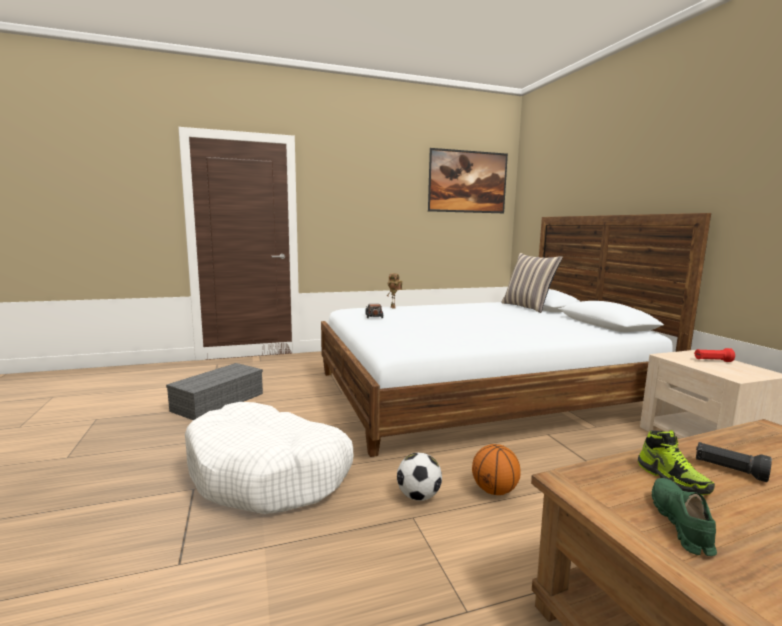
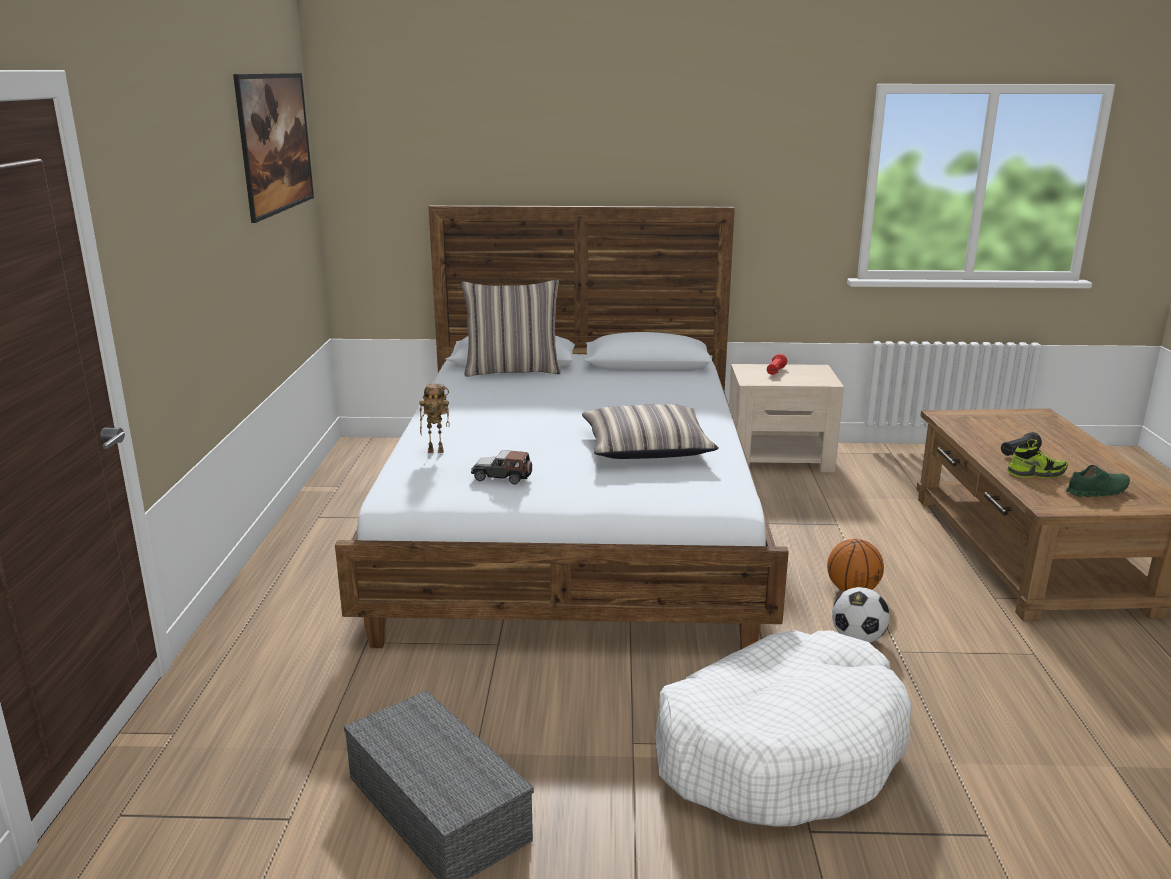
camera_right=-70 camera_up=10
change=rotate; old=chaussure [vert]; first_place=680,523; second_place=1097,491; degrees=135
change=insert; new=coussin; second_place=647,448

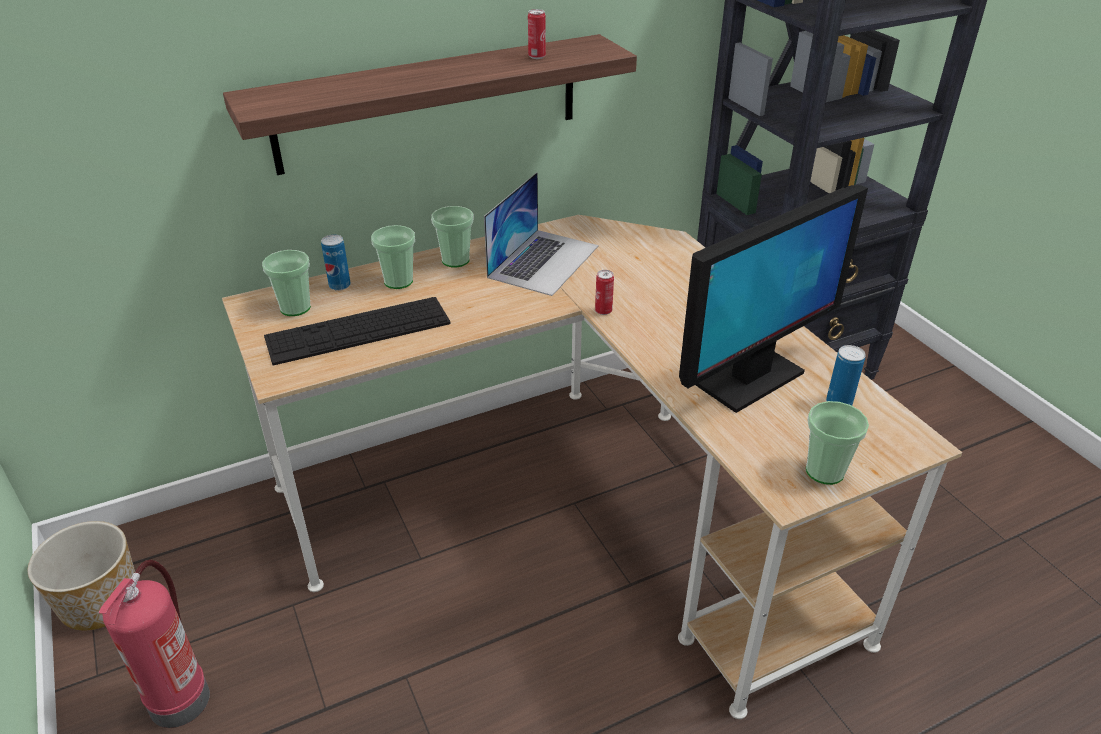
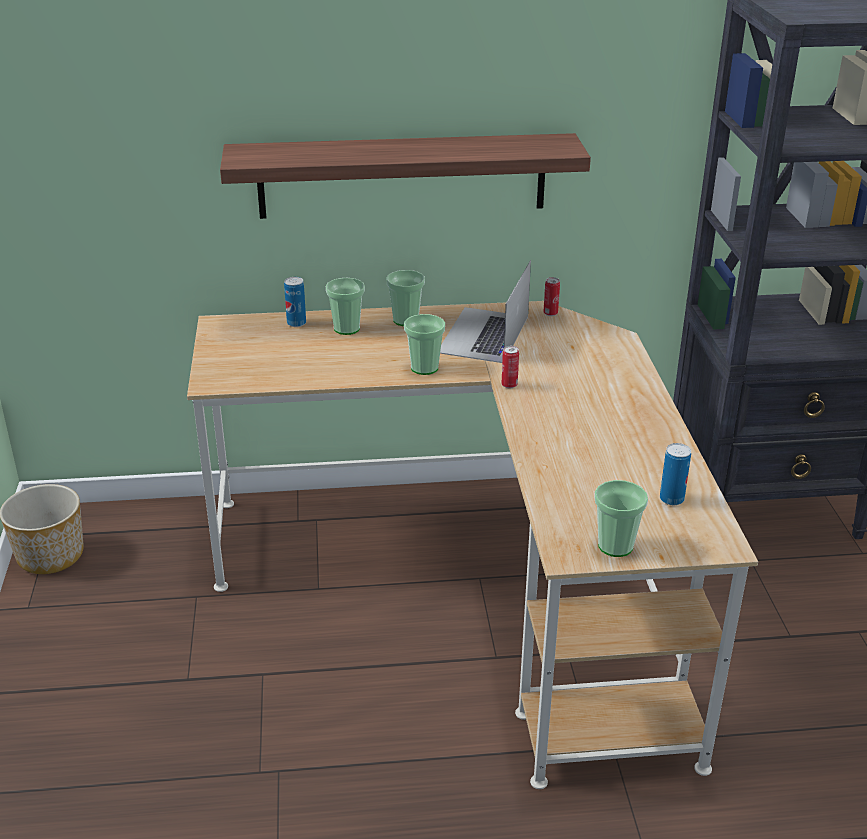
camera_right=20 camera_up=-5
change=move; old=boîte métallique; first_place=537,57; second_place=550,313
change=rotate; old=ordinateur portable; first_place=544,261; second_place=484,334; degrees=150
change=delete; old=écran d'ordinateur; first_place=749,379
change=move; old=tasse; first_place=295,308; second_place=424,368
change=delete; old=clavier; first_place=358,330
change=delete; old=extincteur; first_place=179,697

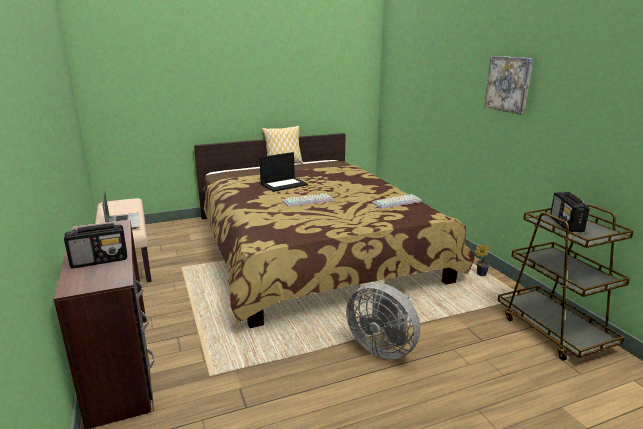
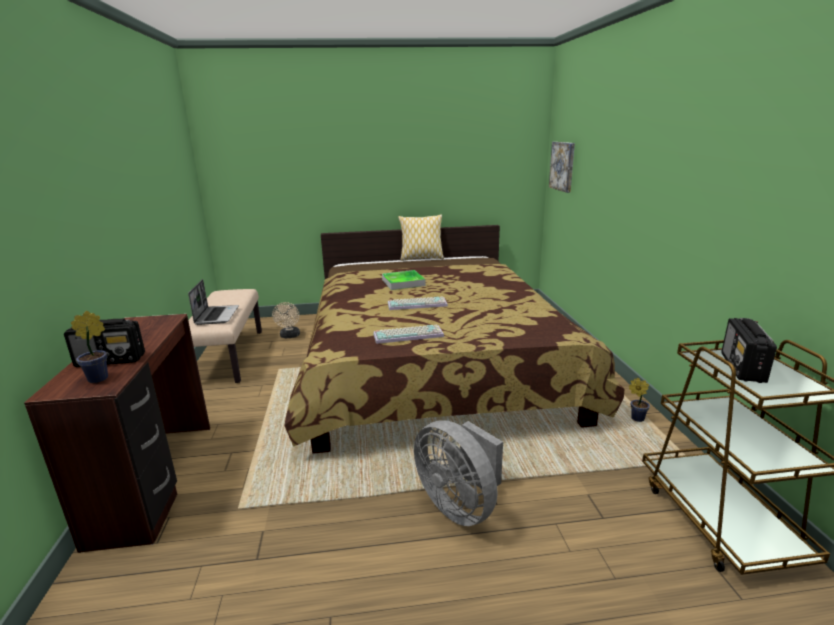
camera_right=15 camera_up=0
change=move; old=tableau; first_place=508,84; second_place=563,166
change=replace; old=ordinateur portable; new=plateau; first_place=284,184; second_place=403,283
change=move; old=clavier; first_place=397,202; second_place=409,334
change=insert; new=ventilateur [beige]; second_place=289,336
change=insert; new=plante en pot; second_place=101,378

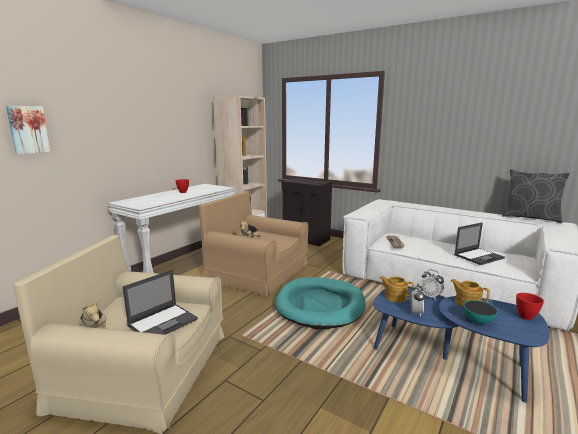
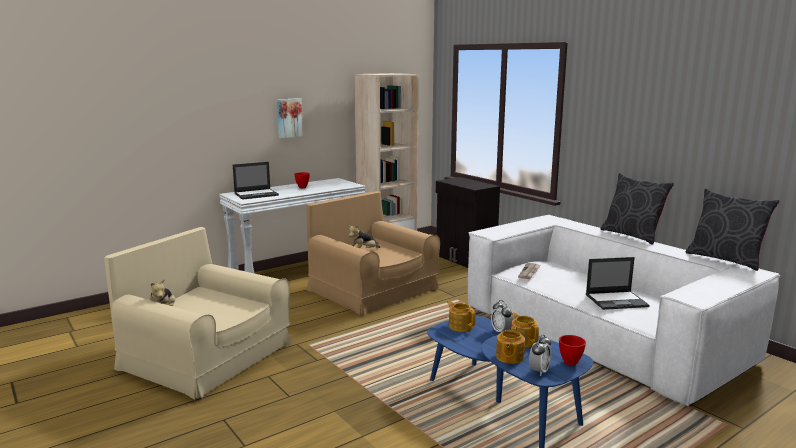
camera_right=20 camera_up=0
change=move; old=tableau; first_place=28,129; second_place=289,118
change=move; old=ordinateur portable; first_place=163,322; second_place=257,194
change=delete; old=panier pour chien [turquoise]; first_place=320,305
change=move; old=réveil; first_place=415,313; second_place=539,371
change=replace; old=bol; new=théière; first_place=478,321; second_place=509,357
change=insert; new=coussin [gris]; second_place=632,235

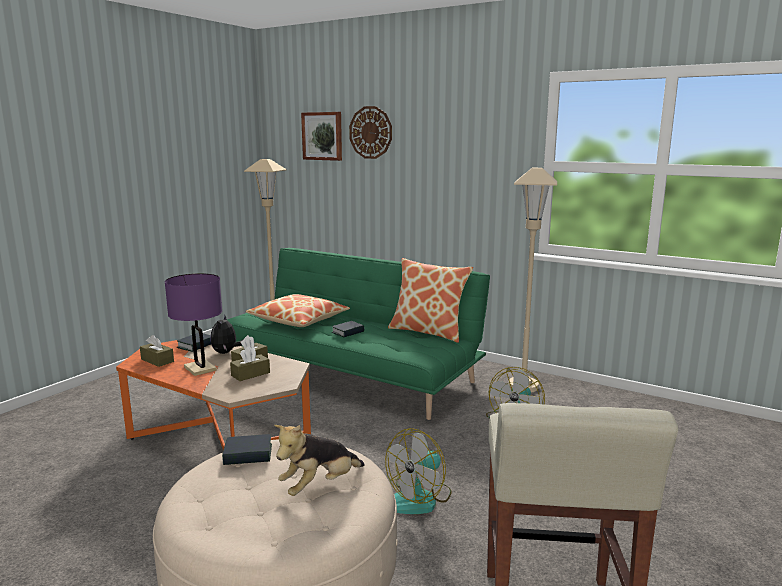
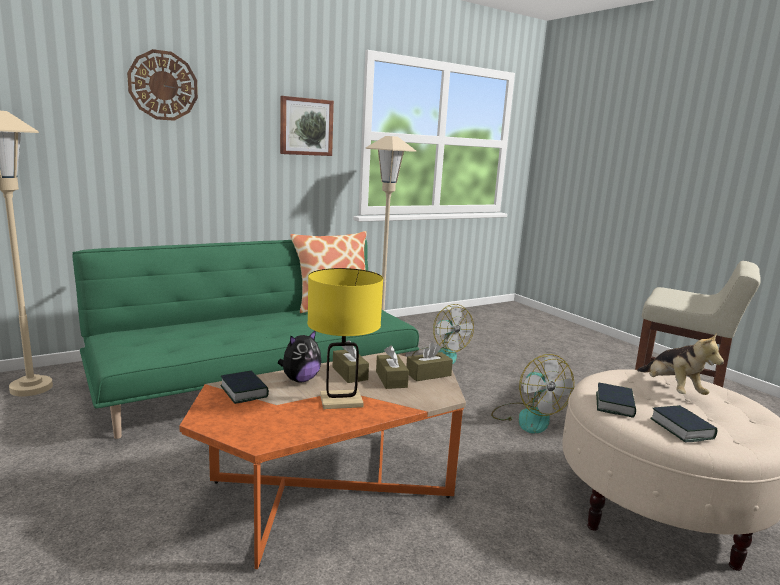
camera_right=-65 camera_up=0
change=move; old=tableau; first_place=322,136; second_place=306,127
change=recolor; old=lampe de table [violet]; new=lampe de table [jaune]; first_place=200,368; second_place=341,401
change=delete; old=coussin; first_place=298,320
change=rotate; old=peluche; first_place=226,352; second_place=300,380; degrees=-75
change=move; old=livre; first_place=348,332; second_place=681,429
change=move; old=boîte à mouchoirs [marron]; first_place=157,360; second_place=428,374

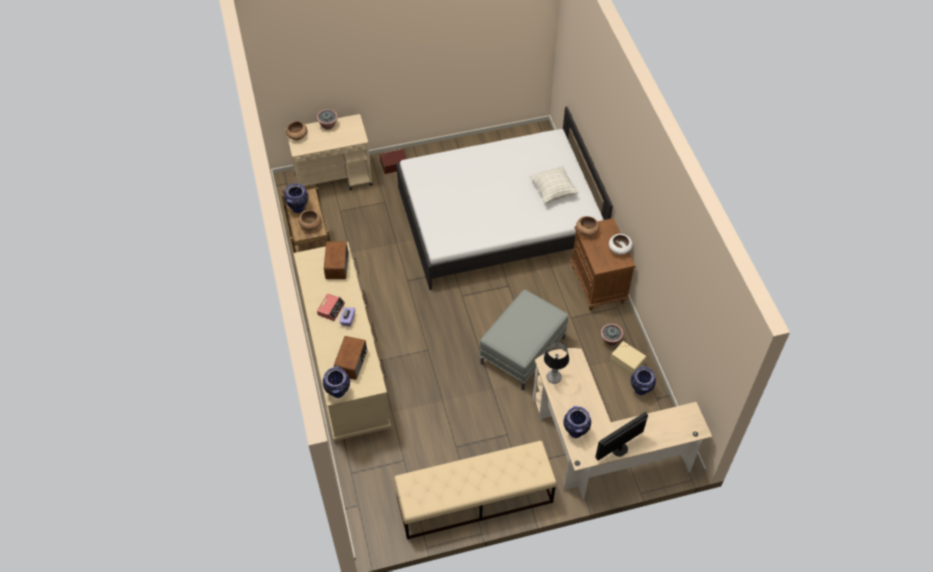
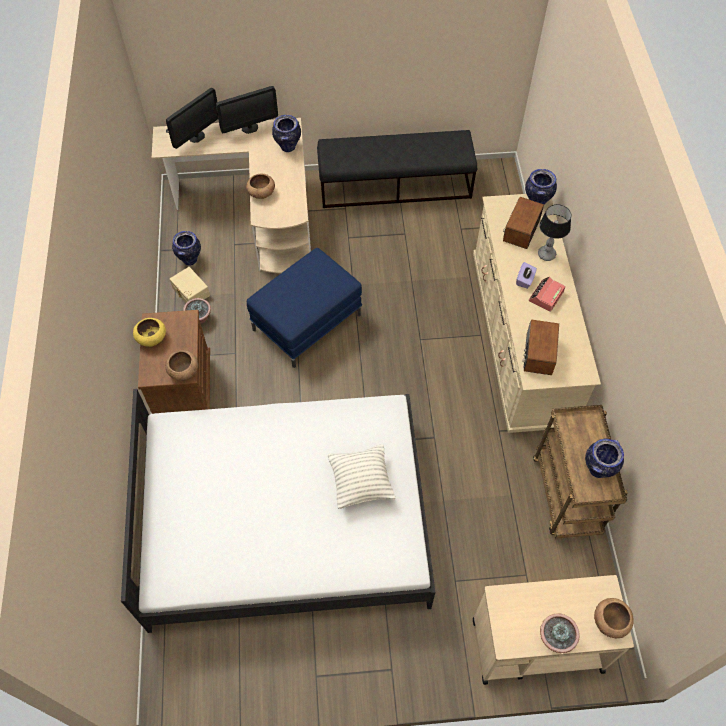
camera_right=-170 camera_up=5
change=delete; old=boîte de rangement [marron]; first_place=393,164
change=move; old=coussin; first_place=553,191; second_place=361,482
change=move; old=bol [marron]; first_place=311,225; second_place=261,193
change=recolor; old=bol [blanc]; new=bol [jaune]; first_place=619,249; second_place=151,338
change=recolor; old=pouf [gris]; new=pouf [bleu]; first_place=523,351; second_place=306,321
change=move; old=lampe de table; first_place=554,378; second_place=546,254
change=recolor; old=banc [beige]; new=banc [noir]; first_place=474,500; second_place=395,186
change=insert; new=écran d'ordinateur; second_place=196,136

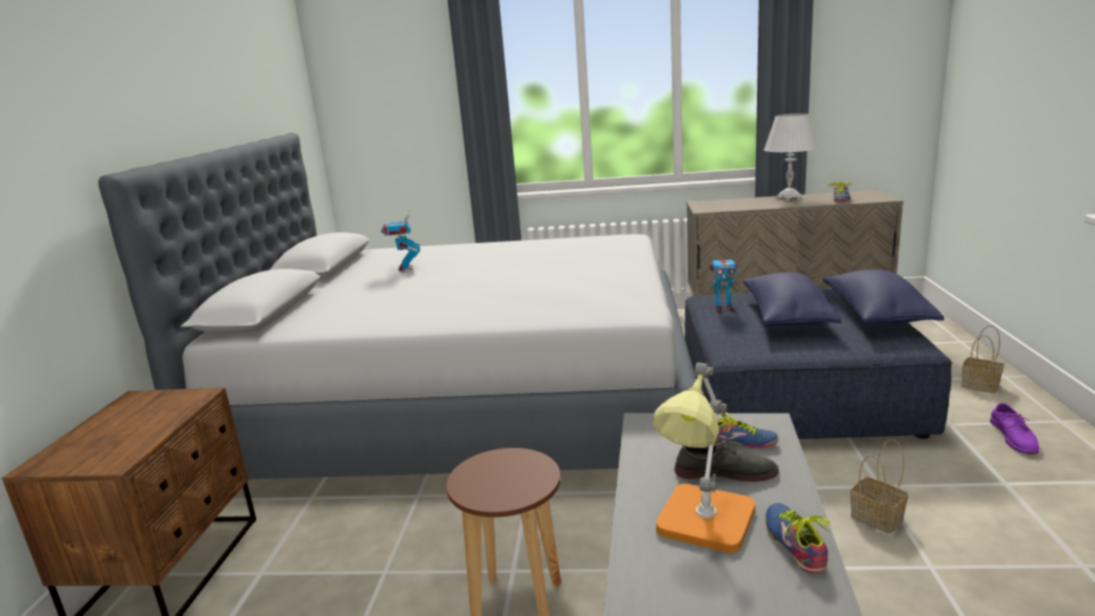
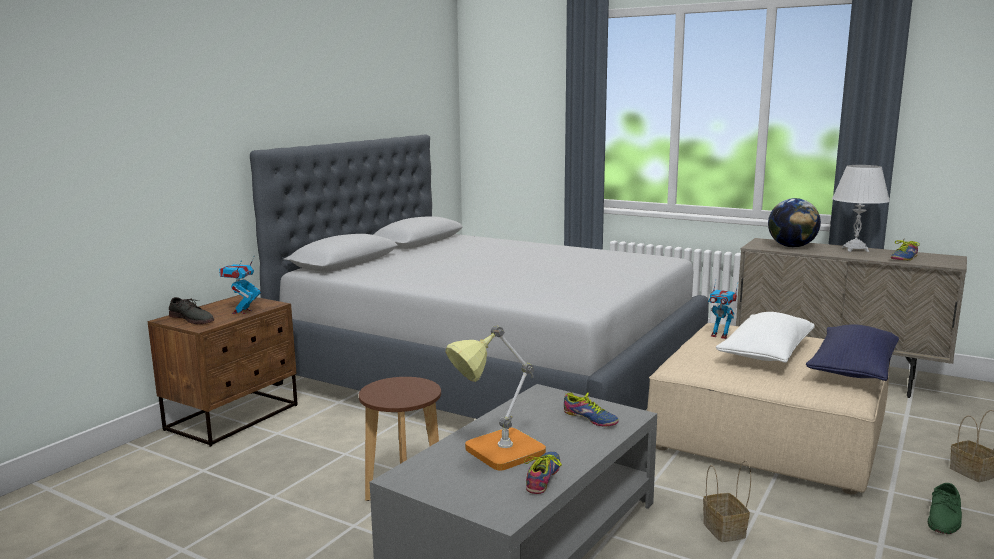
camera_right=25 camera_up=-5
change=move; old=robot jouet; first_place=405,268; second_place=242,312
change=recolor; old=coussin [bleu]; new=coussin [blanc]; first_place=787,317; second_place=765,354
change=recolor; old=pouf [bleu]; new=pouf [beige]; first_place=795,395; second_place=769,433
change=recolor; old=chaussure [violet]; new=chaussure [vert]; first_place=1014,437; second_place=944,517
change=move; old=chaussure [gris]; first_place=725,472; second_place=192,319
change=insert; new=globe; second_place=792,247

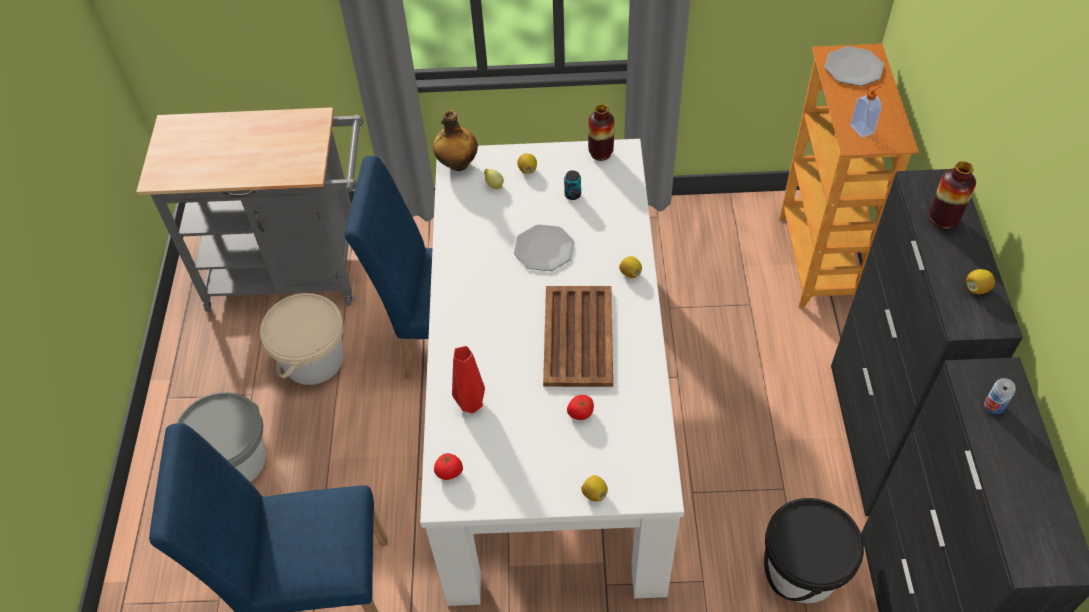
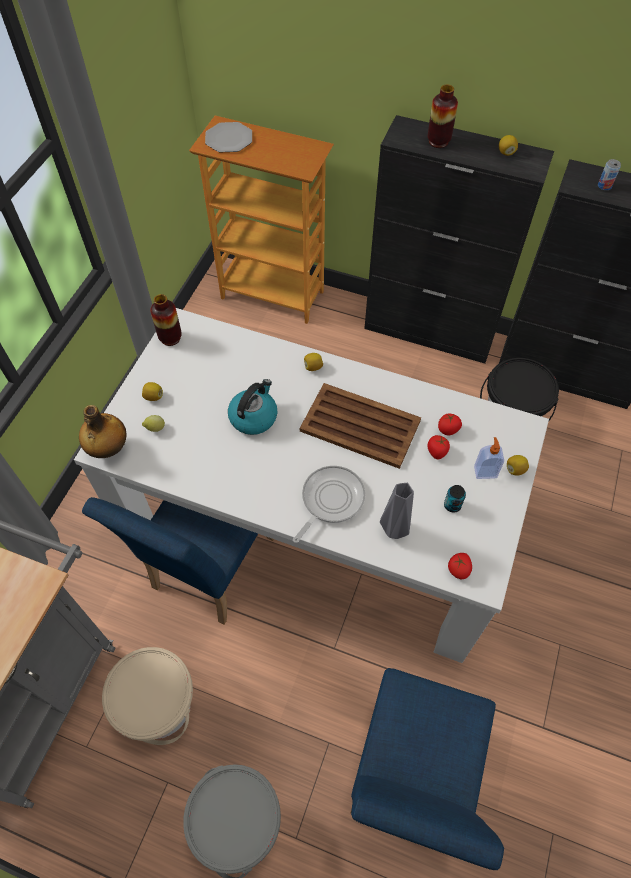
camera_right=-70 camera_up=5
change=move; old=distributeur de savon; first_place=862,129; second_place=485,471
change=move; old=boîte métallique; first_place=572,195; second_place=452,505
change=replace; old=assiette; new=bouilloire; first_place=544,249; second_place=253,417
change=recolor; old=vase [rouge]; new=vase [gris]; first_place=470,403; second_place=393,529
change=insert; new=tomate; second_place=448,429
change=insert; new=poêle; second_place=330,500

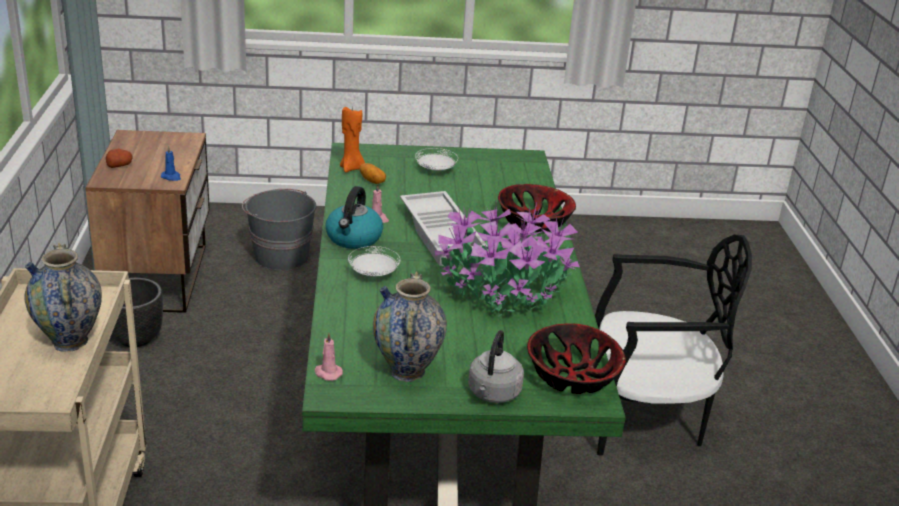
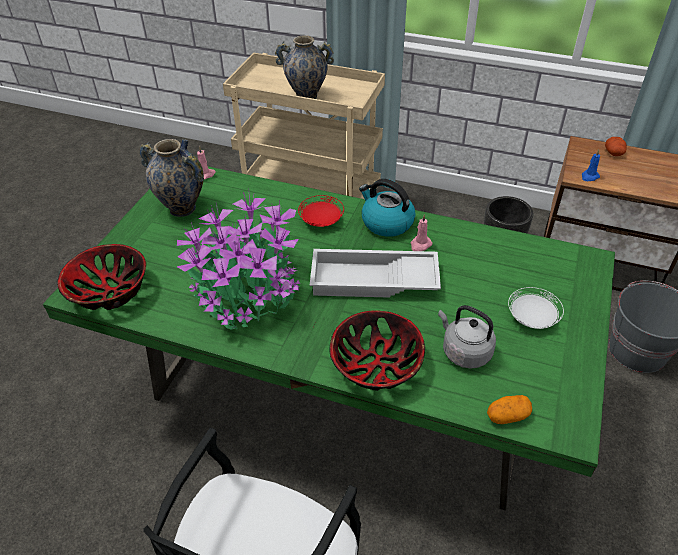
camera_right=115 camera_up=15
change=delete; old=bougie [orange]; first_place=352,168
change=move; old=pomme de terre; first_place=372,181; second_place=507,416
change=recolor; old=assiette [blanc]; new=assiette [rouge]; first_place=373,274; second_place=321,221
change=move; old=bouilloire [gris]; first_place=493,394; second_place=464,351

